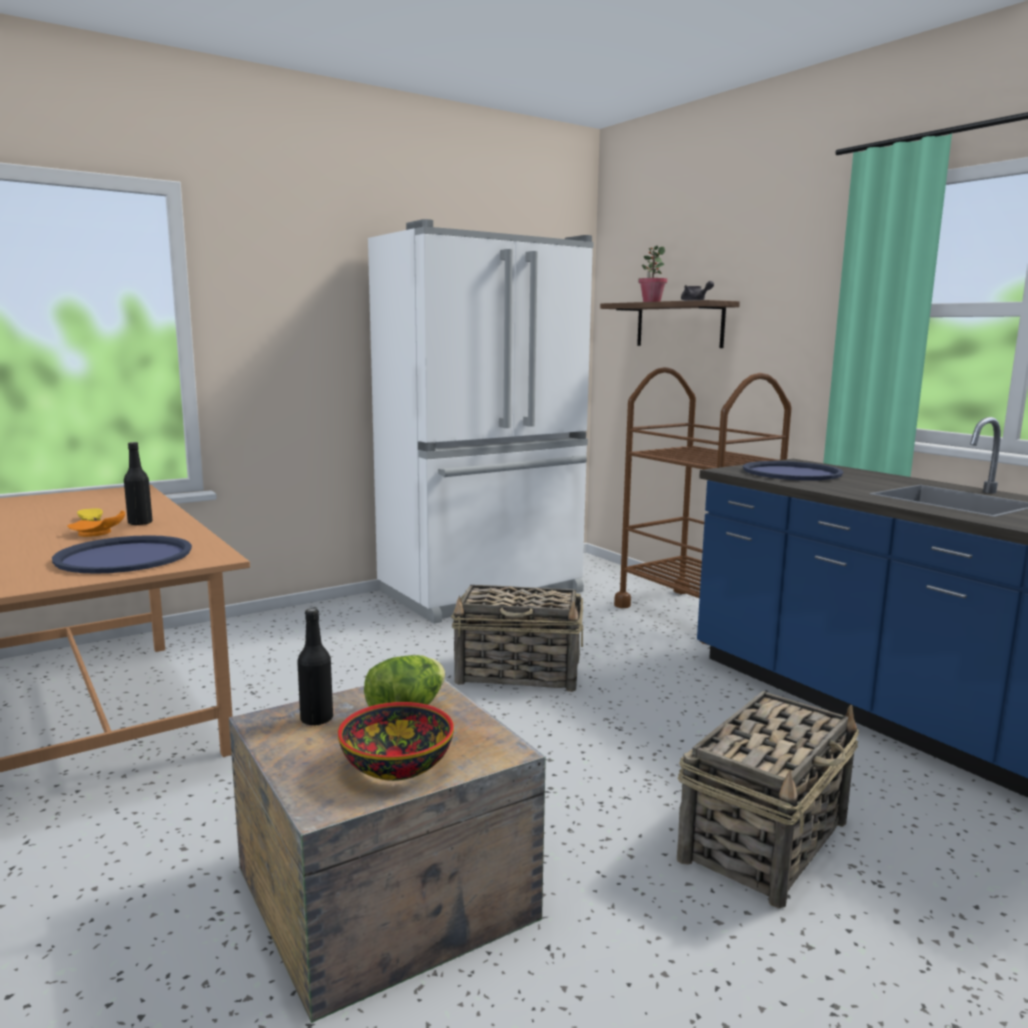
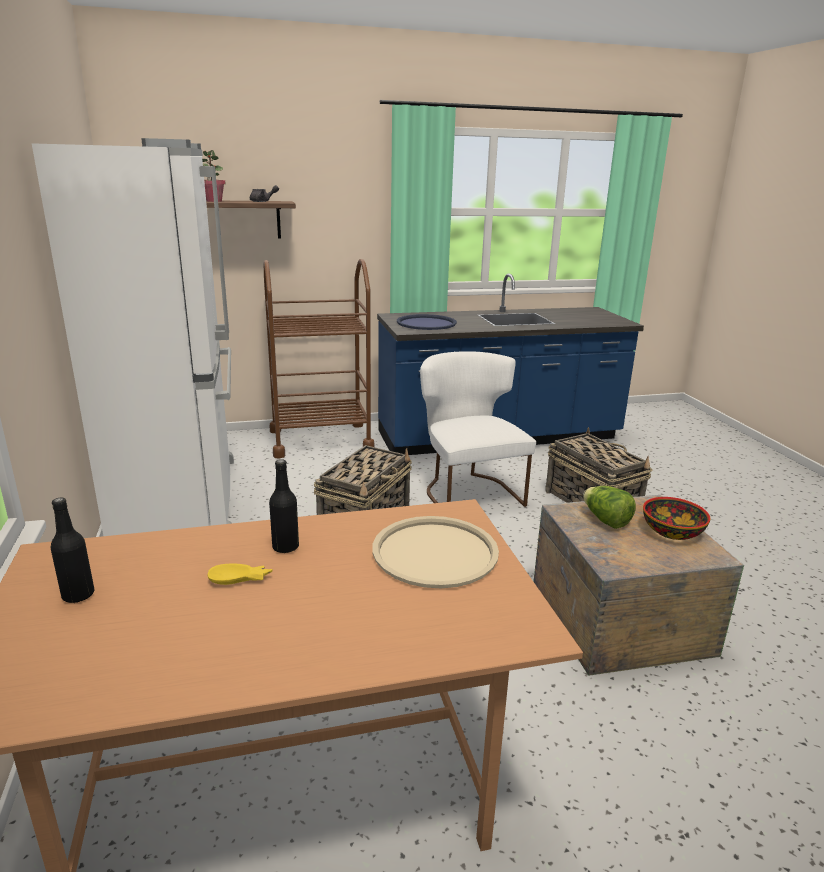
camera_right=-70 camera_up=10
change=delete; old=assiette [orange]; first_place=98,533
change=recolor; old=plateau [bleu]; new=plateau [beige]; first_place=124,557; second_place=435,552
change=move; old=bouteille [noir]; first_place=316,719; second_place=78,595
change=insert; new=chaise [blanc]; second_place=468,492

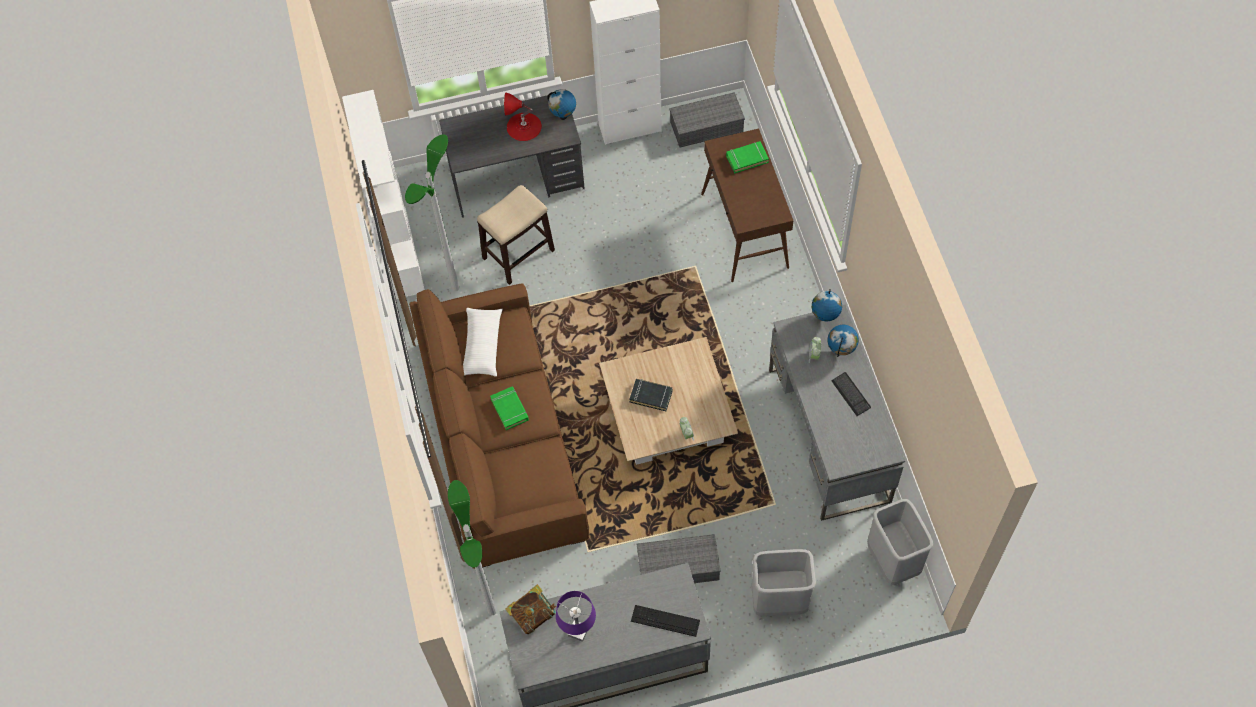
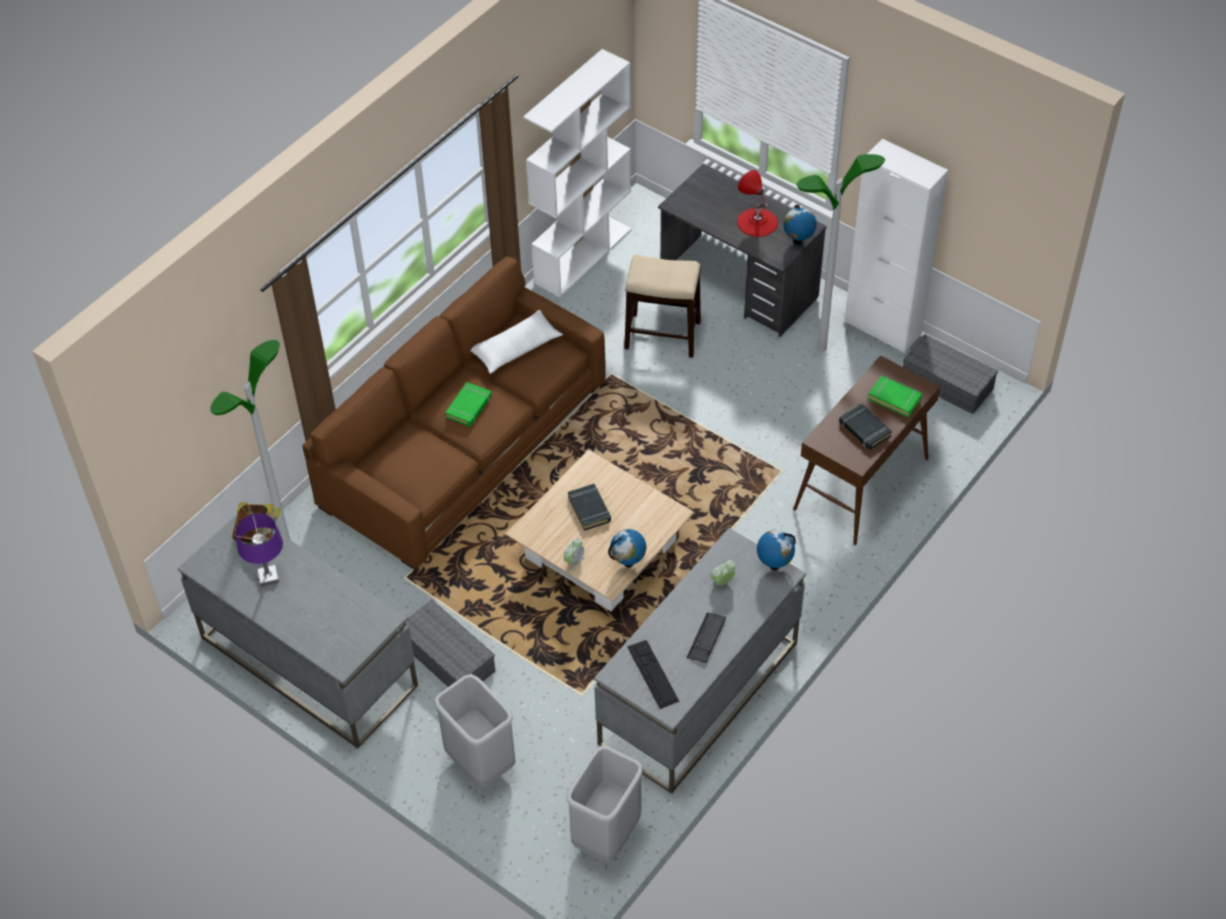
camera_right=50 camera_up=-10
change=move; old=lampadaire; first_place=455,287; second_place=822,347
change=move; old=globe; first_place=841,351; second_place=628,563
change=move; old=clavier; first_place=665,620; second_place=653,674
change=insert; new=livre [noir]; second_place=864,429

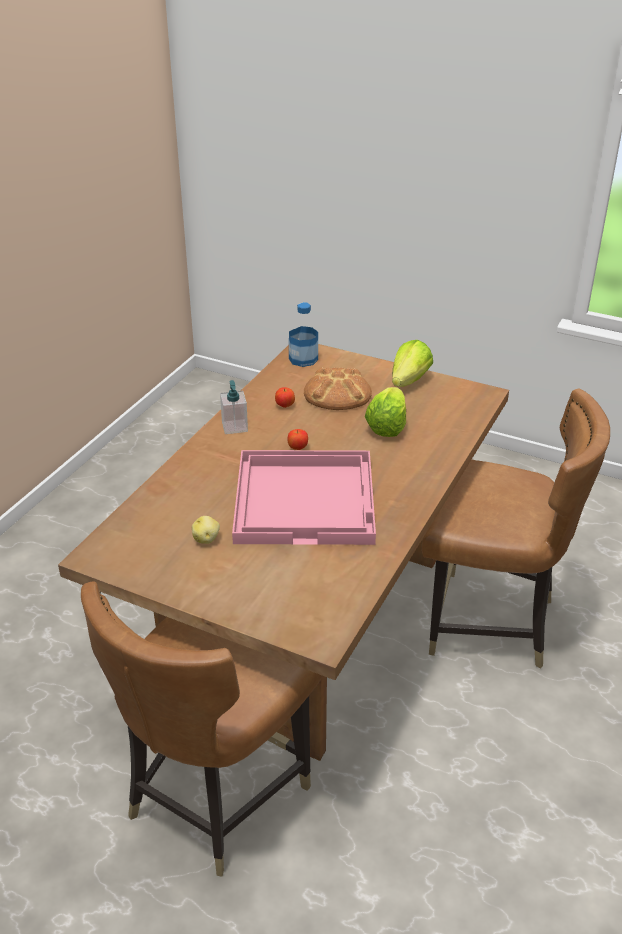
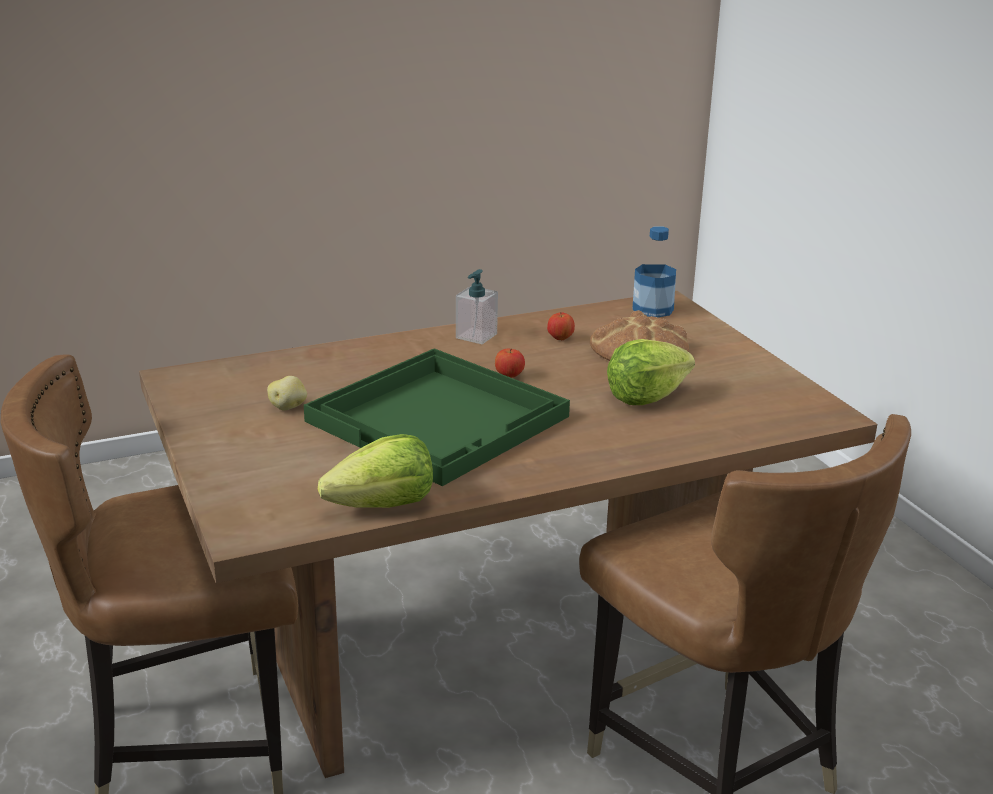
camera_right=40 camera_up=-10
change=move; old=laitue; first_place=409,381; second_place=383,506
change=recolor; old=plateau [rose]; new=plateau [vert]; first_place=306,499; second_place=440,419

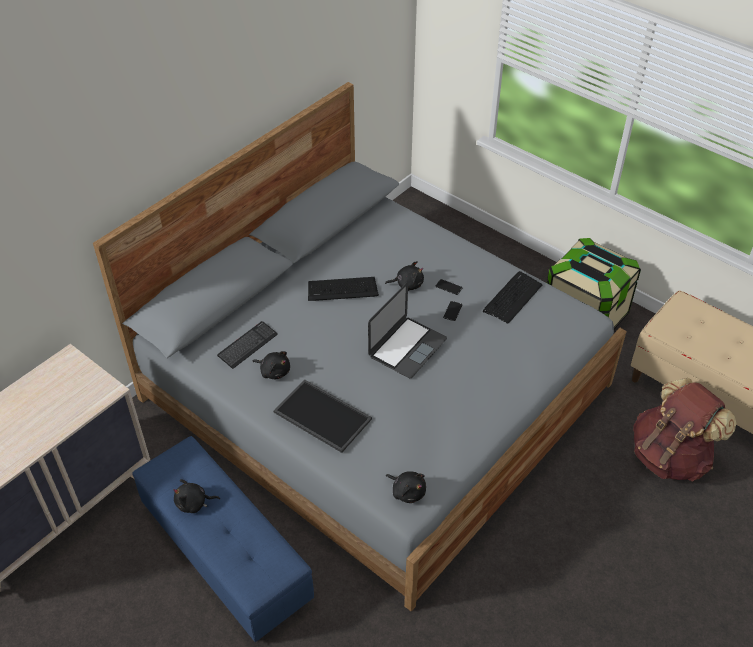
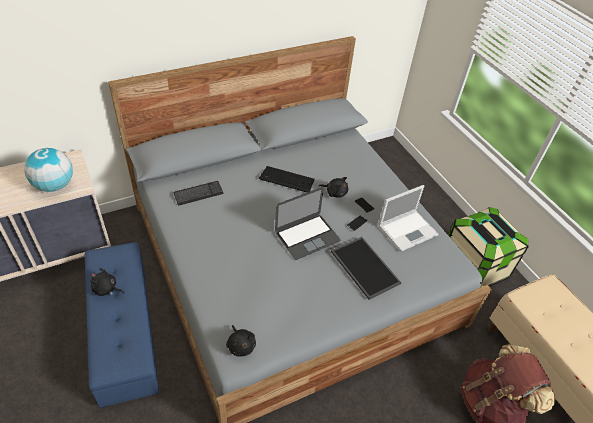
camera_right=20 camera_up=0
change=replace; old=clavier; new=ordinateur portable; first_place=512,298; second_place=408,230
change=delete; old=peluche [noir]; first_place=274,371
change=move; old=plateau; first_place=321,416; second_place=363,267
change=insert; new=globe; second_place=55,185

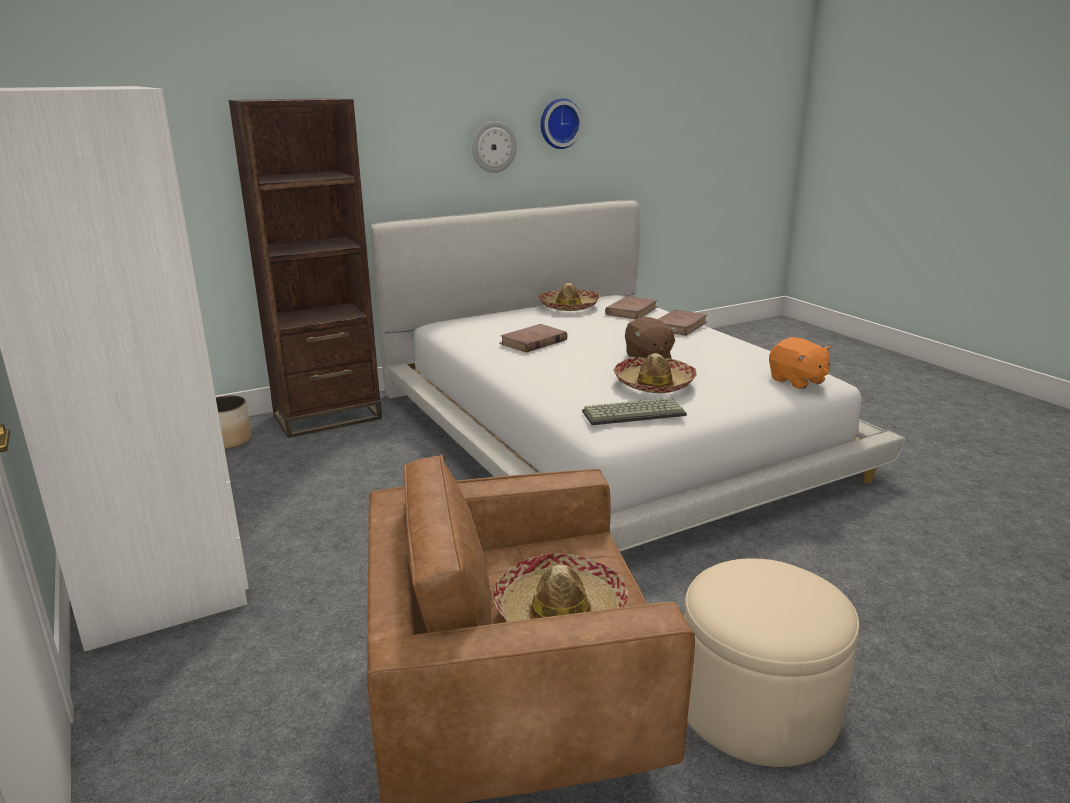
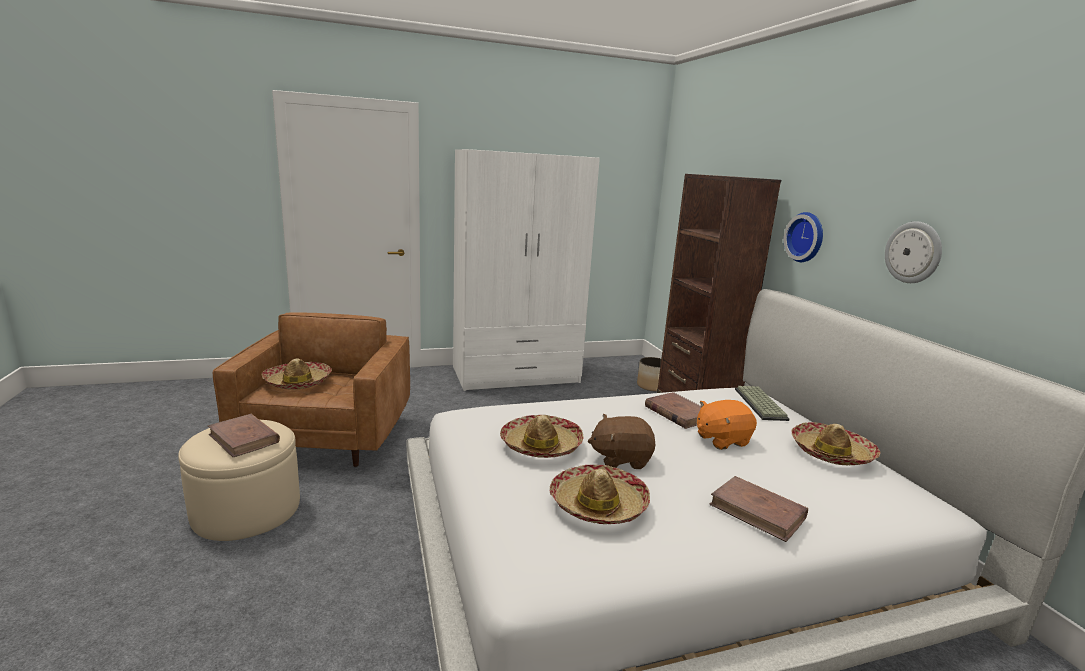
camera_right=100 camera_up=-5
change=move; old=horloge murale; first_place=559,123; second_place=807,237
change=move; old=livre [marron]; first_place=631,311; second_place=244,438
change=move; old=peluche [orange]; first_place=797,381; second_place=721,439
change=move; old=clavier; first_place=634,413; second_place=761,404
change=insert; new=chapeau; second_place=598,504

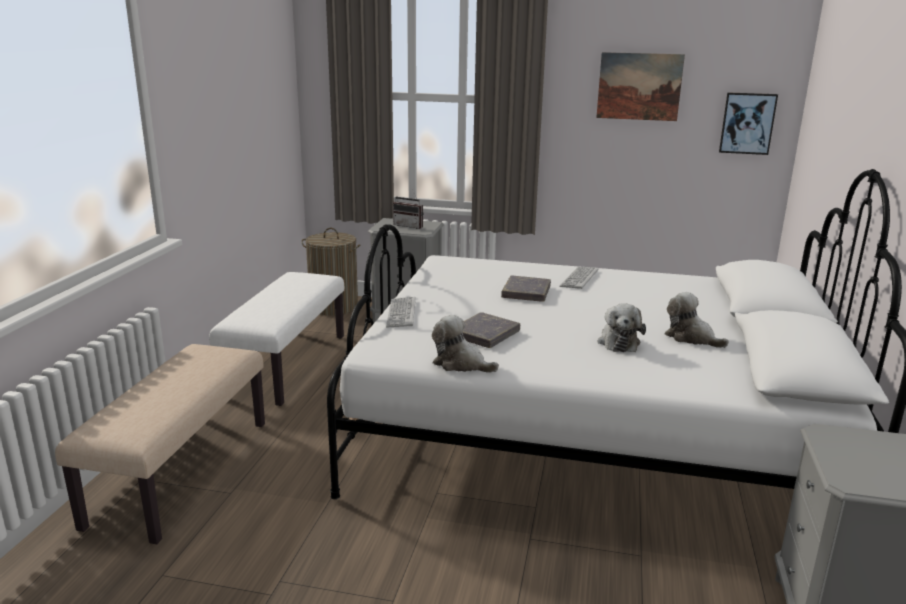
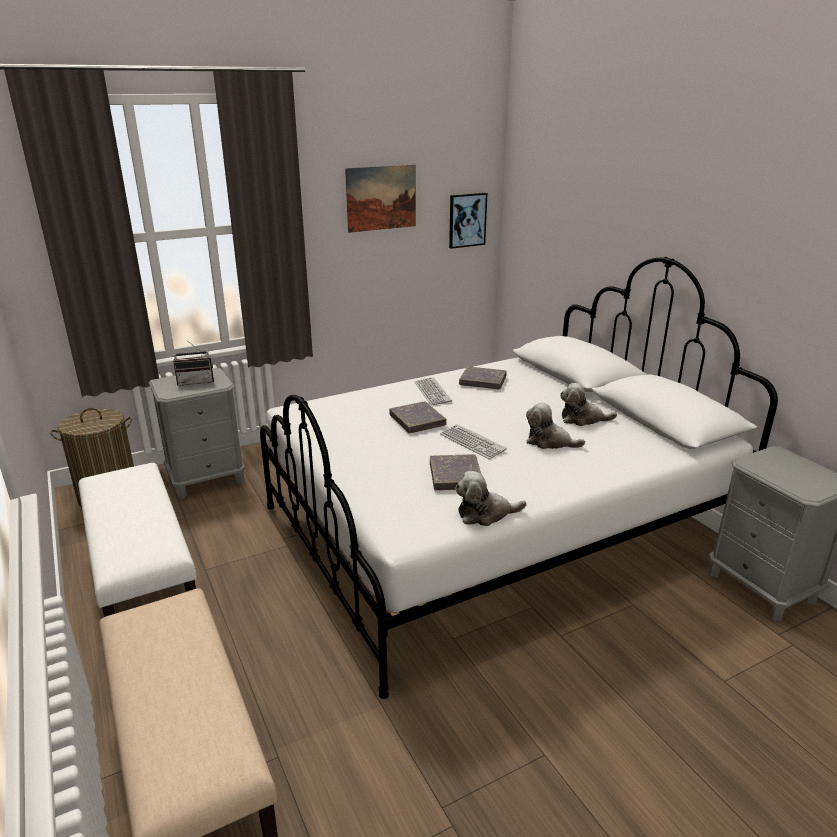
camera_right=-40 camera_up=5
change=move; old=clavier; first_place=401,313; second_place=472,442
change=rotate; old=peluche; first_place=618,342; second_place=549,442; degrees=150
change=insert; new=livre [gris]; second_place=482,381

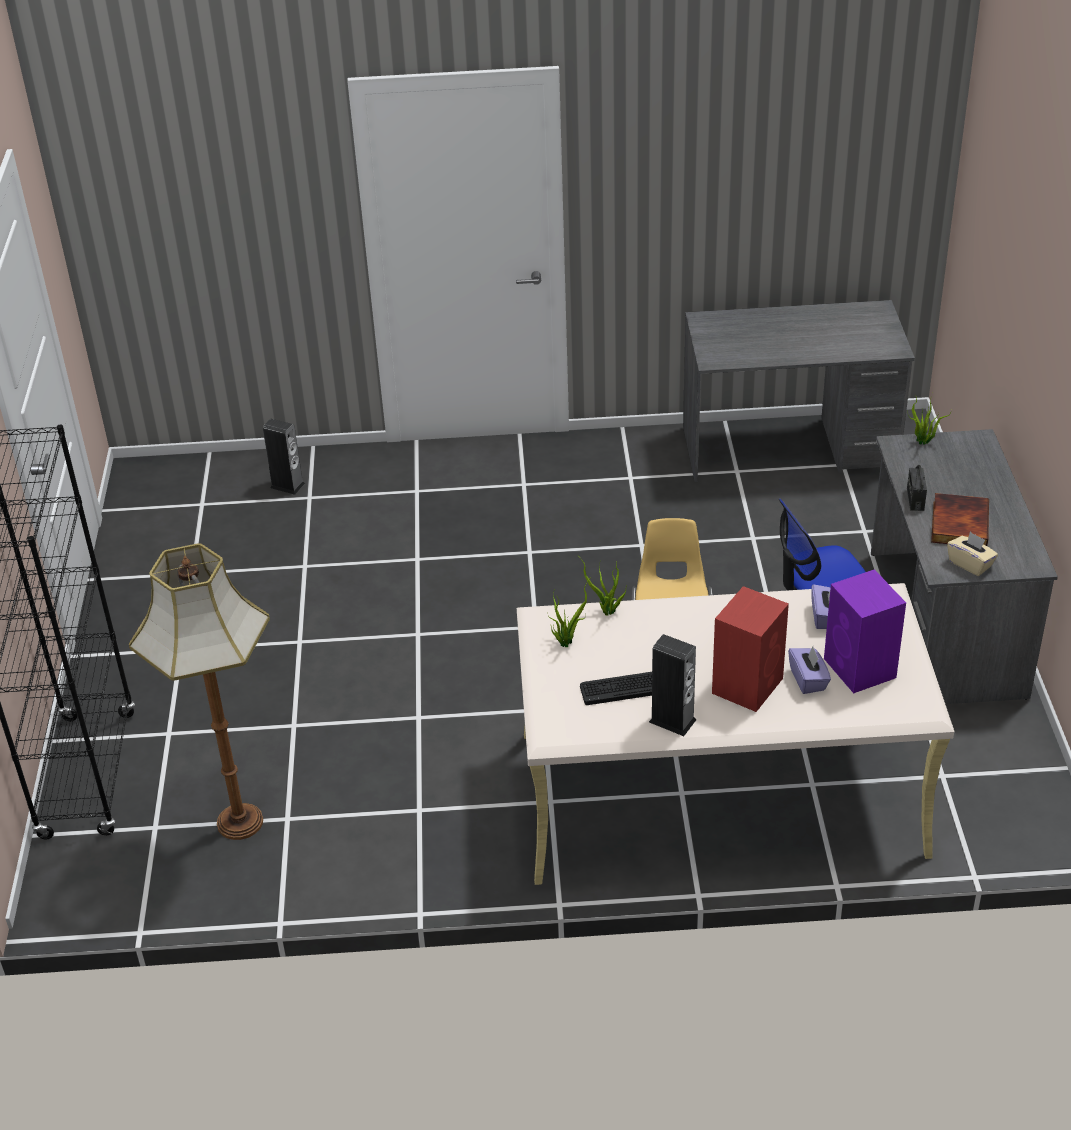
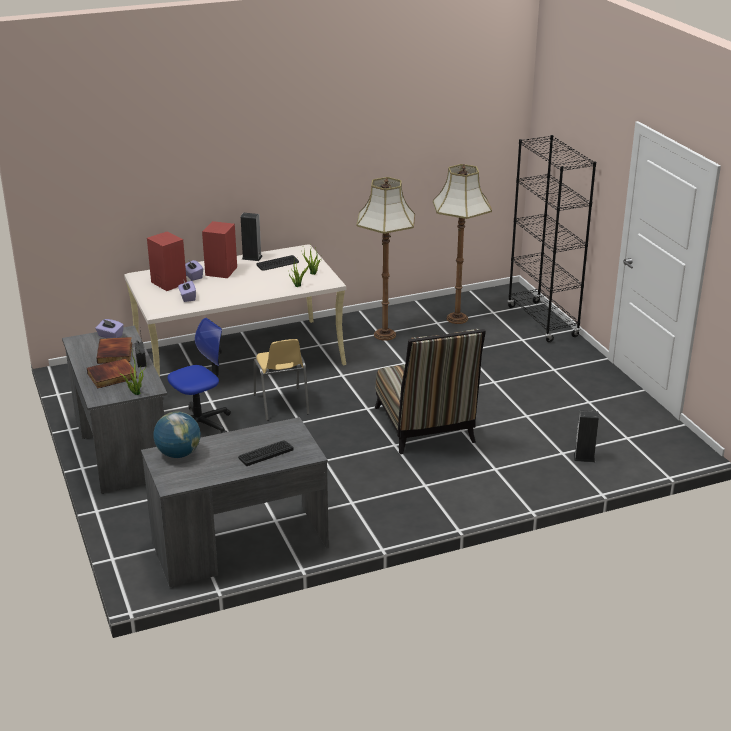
camera_right=160 camera_up=-10
change=recolor; old=boîte à mouchoirs [beige]; new=boîte à mouchoirs [violet]; first_place=970,564; second_place=110,336
change=recolor; old=enceinte [violet]; new=enceinte [rouge]; first_place=860,669; second_place=168,282
change=insert; new=lampadaire; second_place=385,334
change=insert; new=chaise; second_place=426,428
change=insert; new=livre; second_place=112,376
change=insert; new=globe; second_place=178,454
change=insert; new=clavier; second_place=265,453

